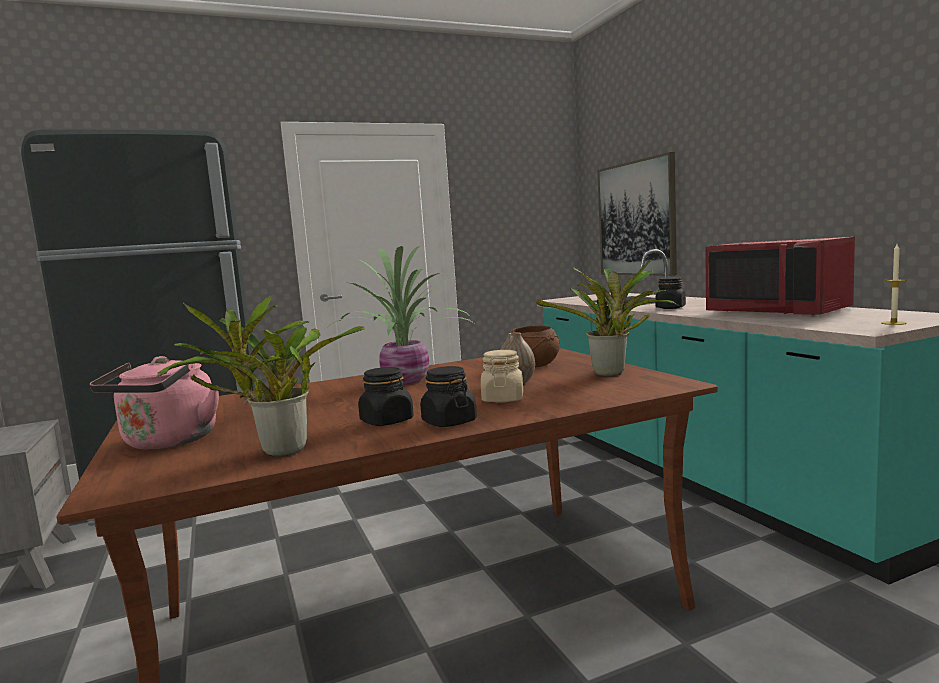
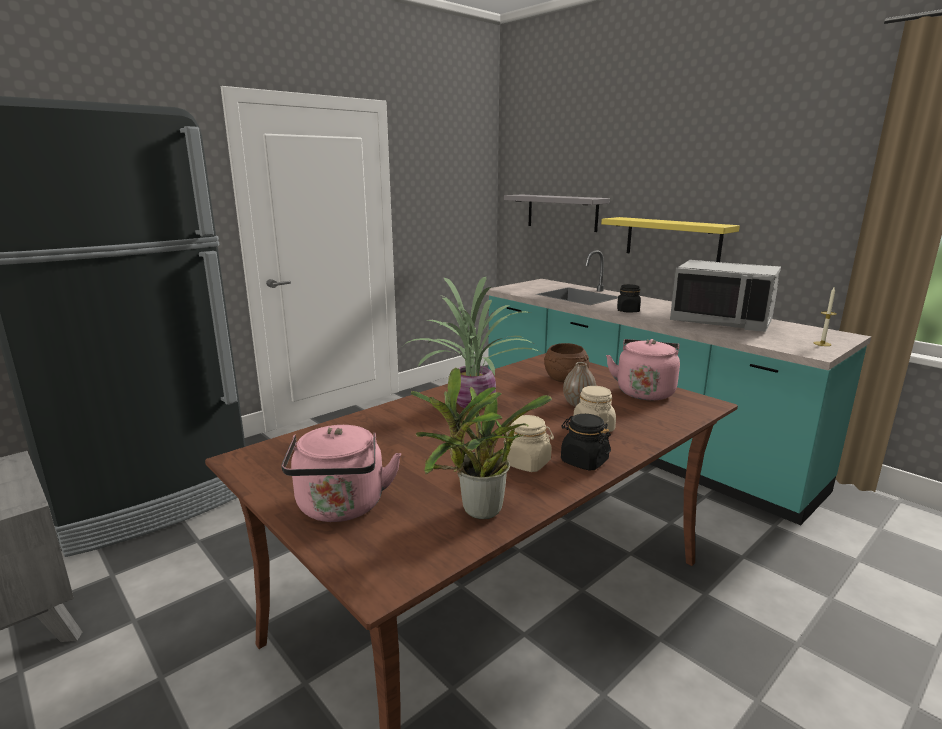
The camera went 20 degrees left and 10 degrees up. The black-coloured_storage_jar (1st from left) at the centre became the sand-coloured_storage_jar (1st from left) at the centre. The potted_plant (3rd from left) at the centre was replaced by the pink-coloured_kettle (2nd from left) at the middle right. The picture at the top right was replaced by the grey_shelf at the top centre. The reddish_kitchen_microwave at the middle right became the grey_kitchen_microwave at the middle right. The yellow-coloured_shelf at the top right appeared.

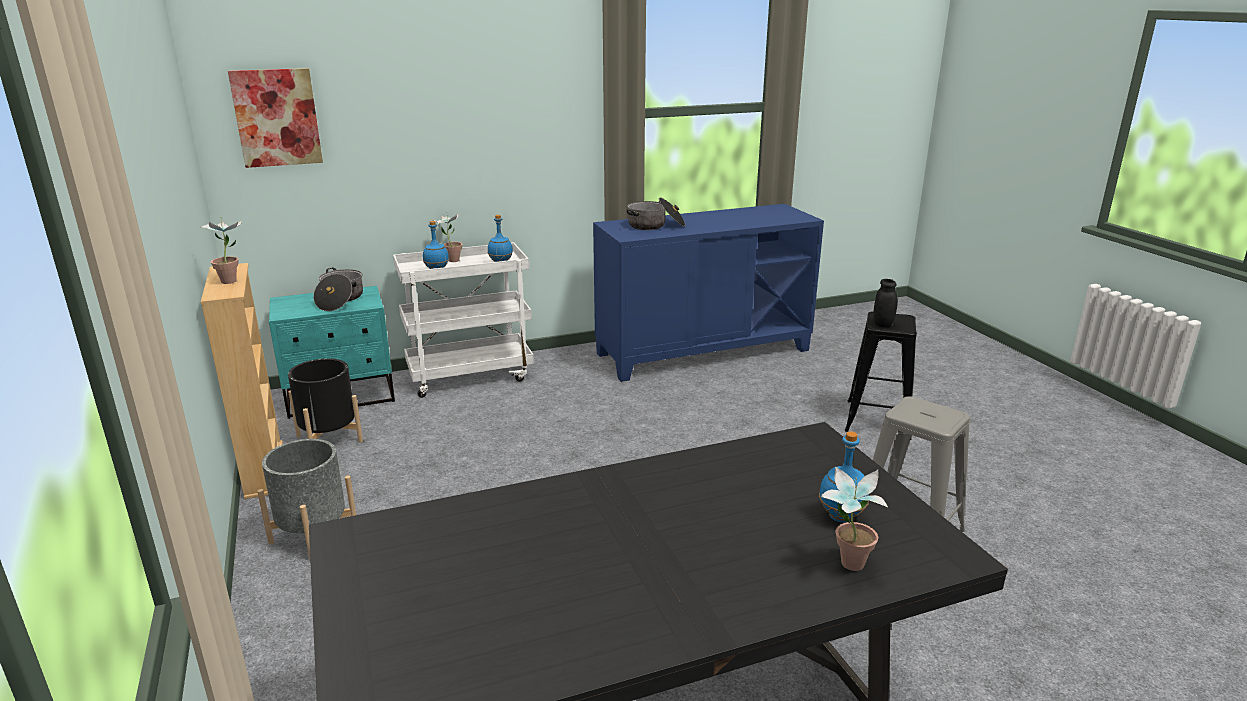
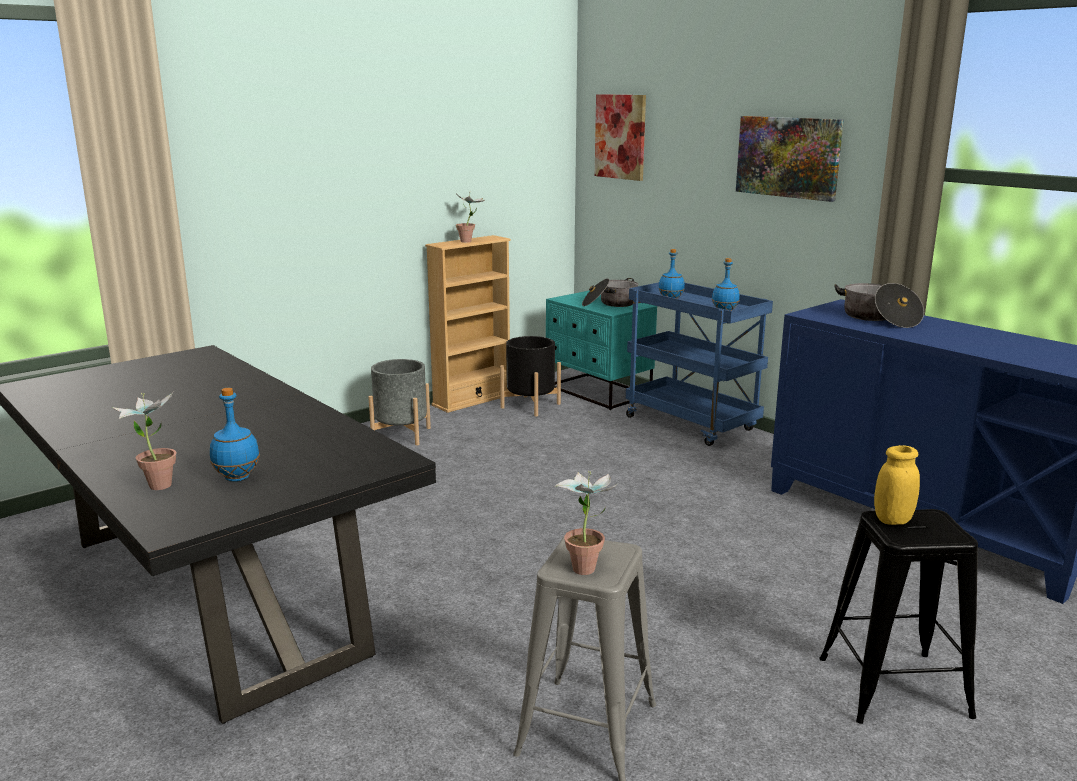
The camera went 70 degrees right and 5 degrees down. The white-coloured_cart at the centre became the blue_cart at the centre. The potted_plant (2nd from left in the first image) moved from the centre to the bottom centre. The black-coloured_storage_jar at the middle right became the yellow-coloured_storage_jar at the middle right. The picture (2nd from left) at the top right appeared.

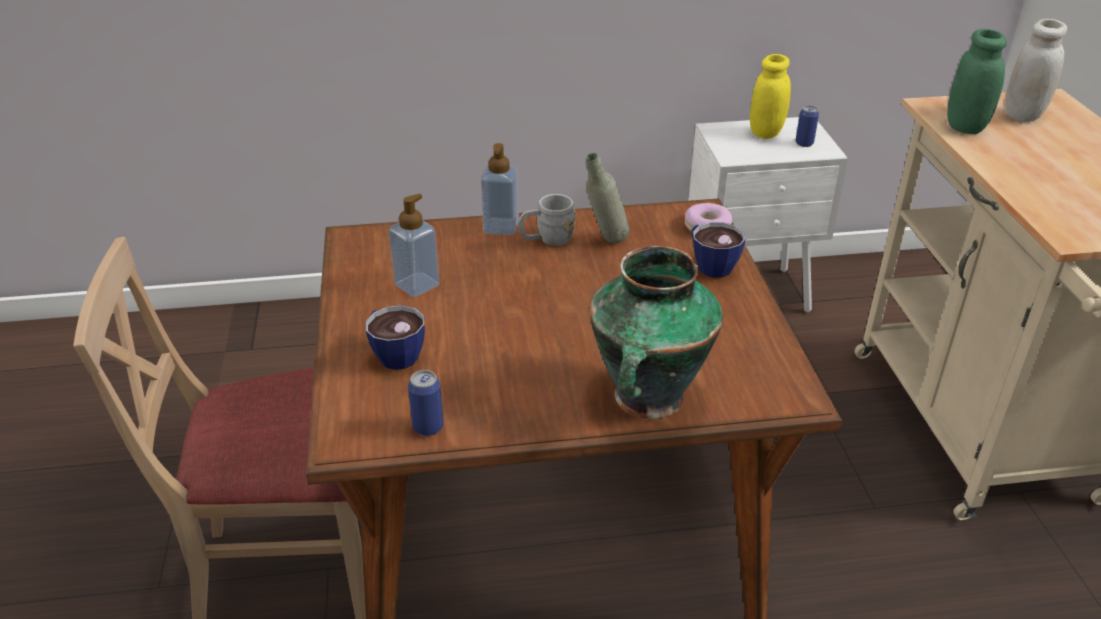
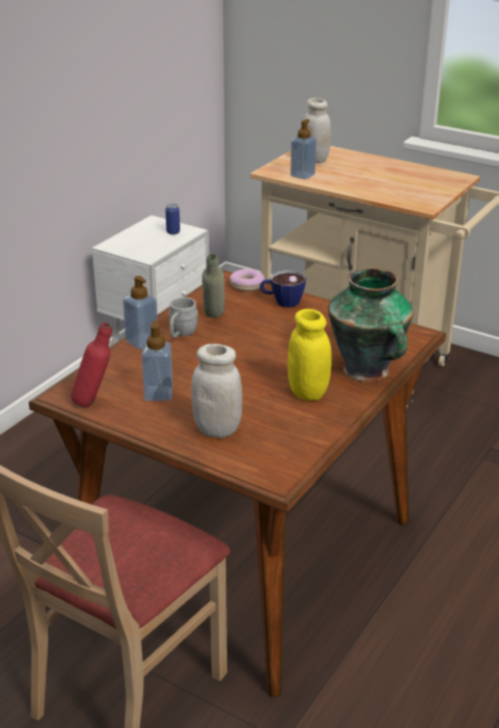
The camera went 50 degrees left and 5 degrees down. The drinking_cup (1st from left) at the centre was replaced by the white-coloured_storage_jar (1st from left) at the centre. The can (1st from left) at the centre disappeared. The yellow-coloured_storage_jar moved from the top right to the centre. The green-coloured_storage_jar at the top right was replaced by the liquid_soap_bottle (3rd from left) at the top centre. The reddish_beverage_bottle at the middle left appeared.

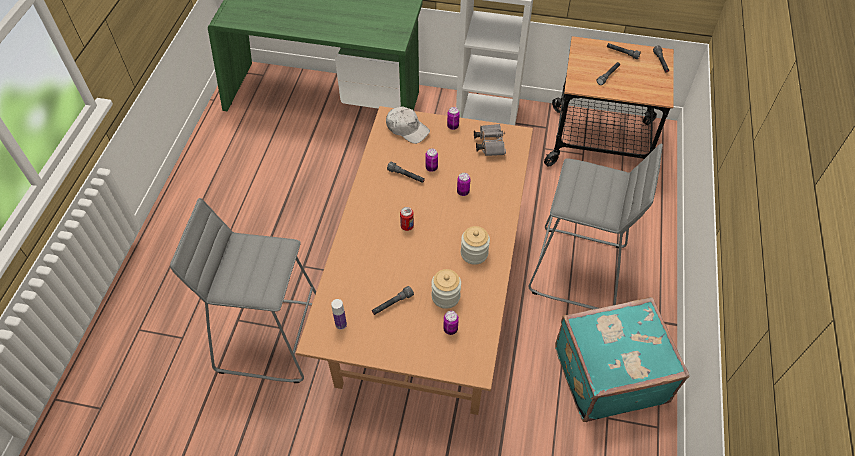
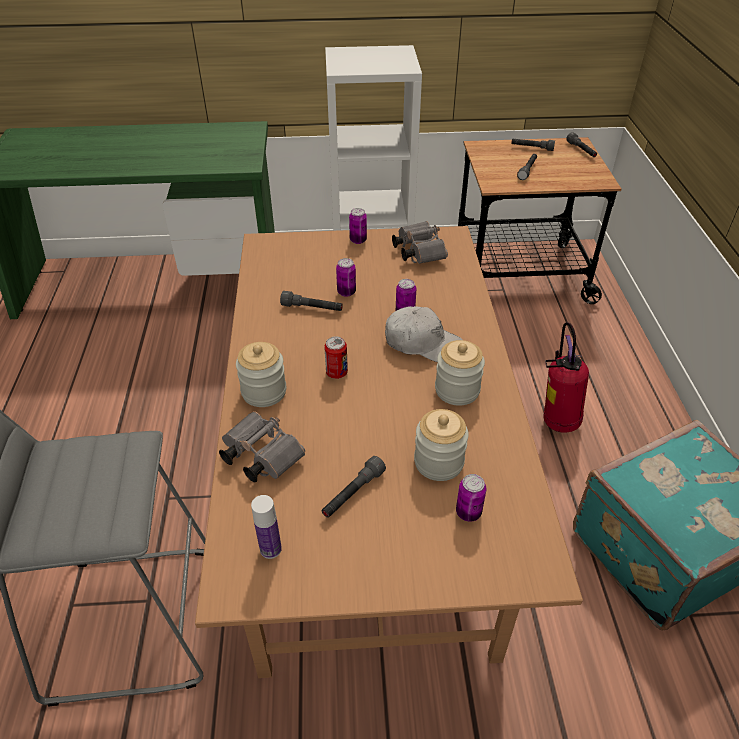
The camera went 15 degrees left and 10 degrees down. The white-coloured_peaked_cap moved from the top centre to the centre. The grey_sitting_stool (2nd from left) at the middle right was replaced by the fire_extinguisher at the middle right. The grey_binoculars (1st from left) at the centre appeared. The storage_jar (1st from left) at the centre appeared.

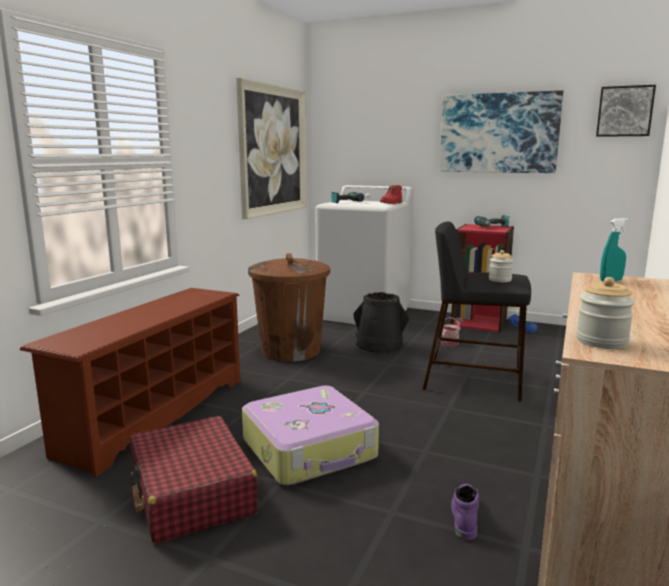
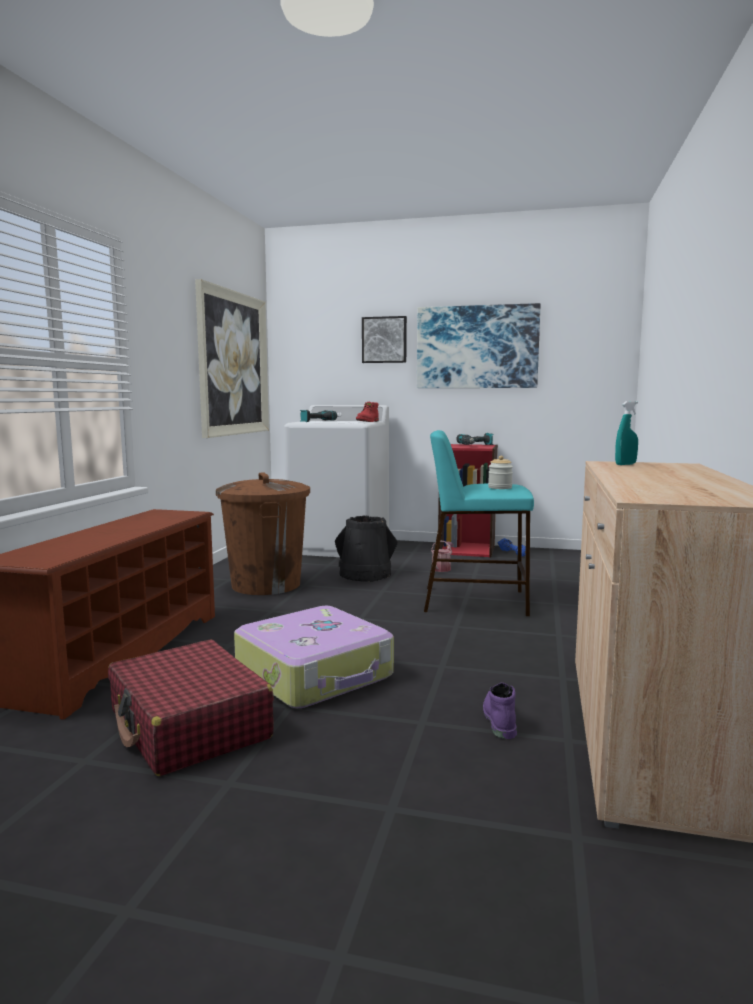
The camera went 10 degrees left and 5 degrees down. The black-coloured_sitting_stool at the middle right became the blue-green_sitting_stool at the centre. The storage_jar (2nd from left) at the middle right disappeared. The picture (3rd from left in the first image) moved from the top right to the centre.

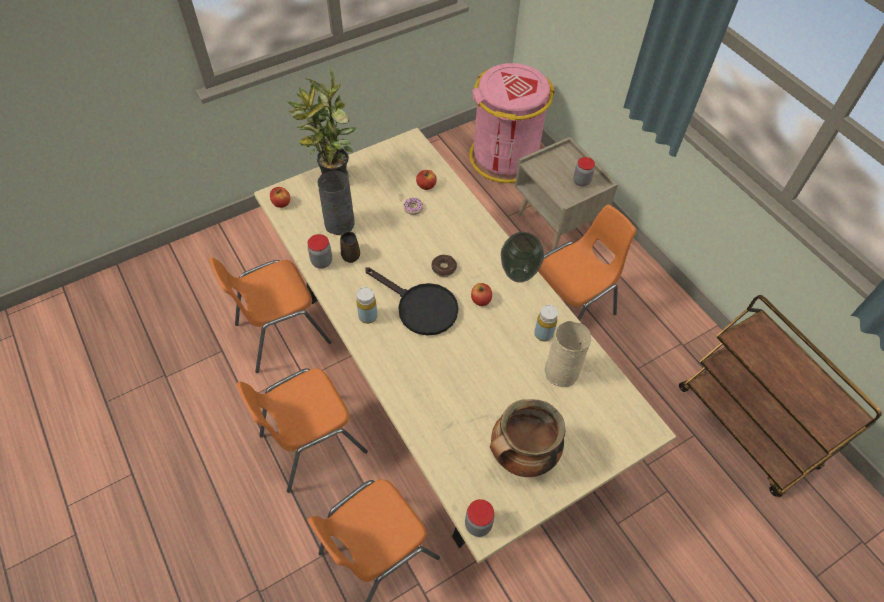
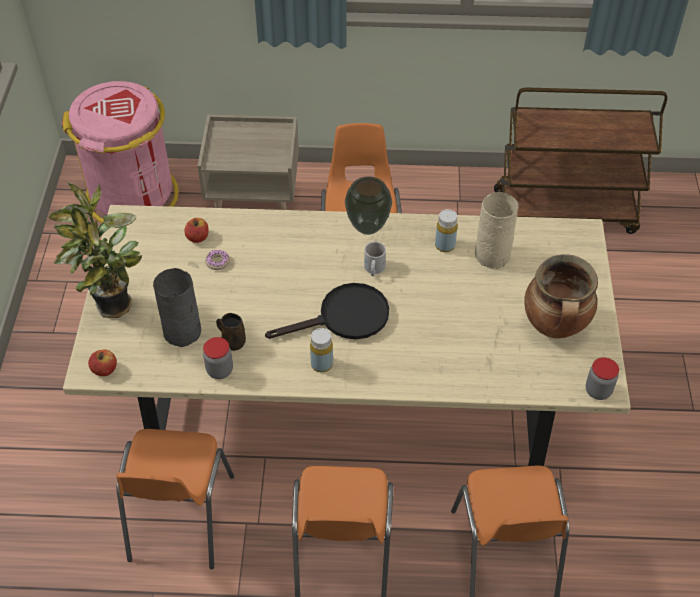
The camera went 55 degrees left and 5 degrees down. The ring_doughnut (2nd from left) at the centre disappeared. The whole_apple (3rd from left) at the centre was replaced by the white-coloured_mug at the centre. The storage_jar (3rd from left) at the top centre disappeared.

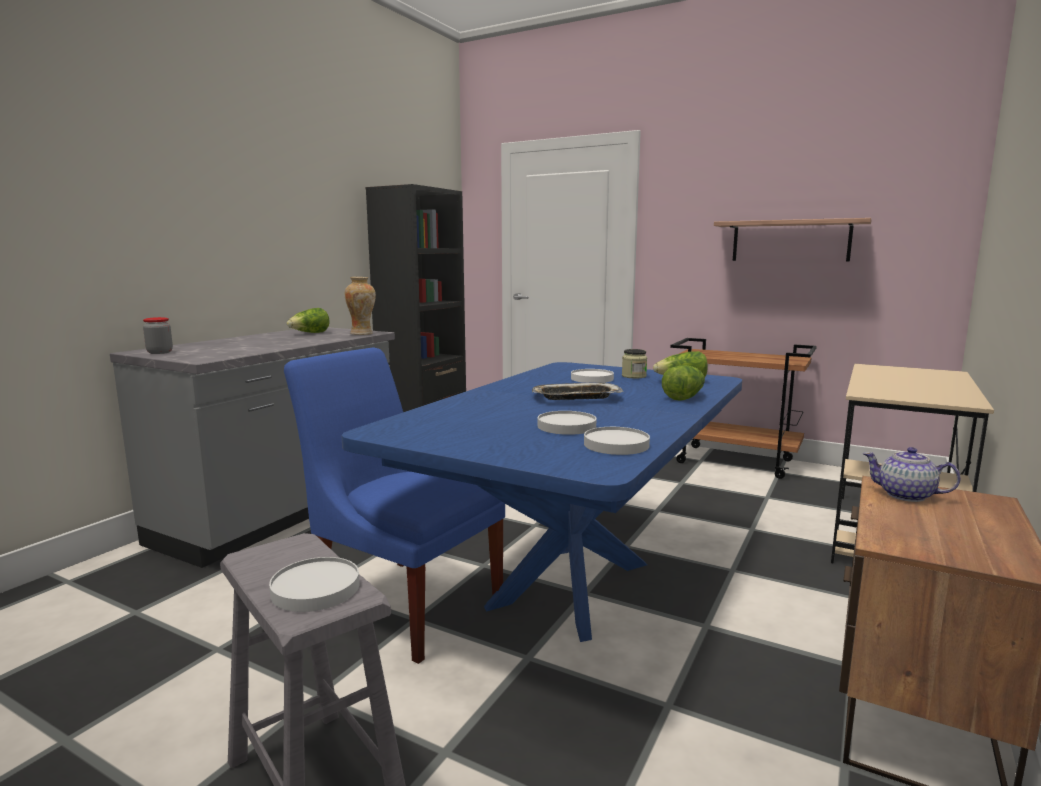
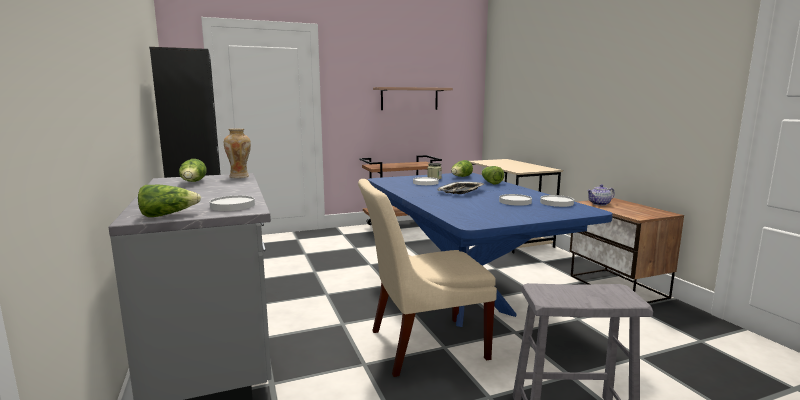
The camera went 50 degrees left and 0 degrees up. The storage_jar (1st from left) at the middle left was replaced by the head_of_lettuce (1st from left) at the middle left. The white-coloured_dinner_plate (1st from left) moved from the bottom left to the middle left. The blue_chair at the centre became the sand-coloured_chair at the bottom centre.

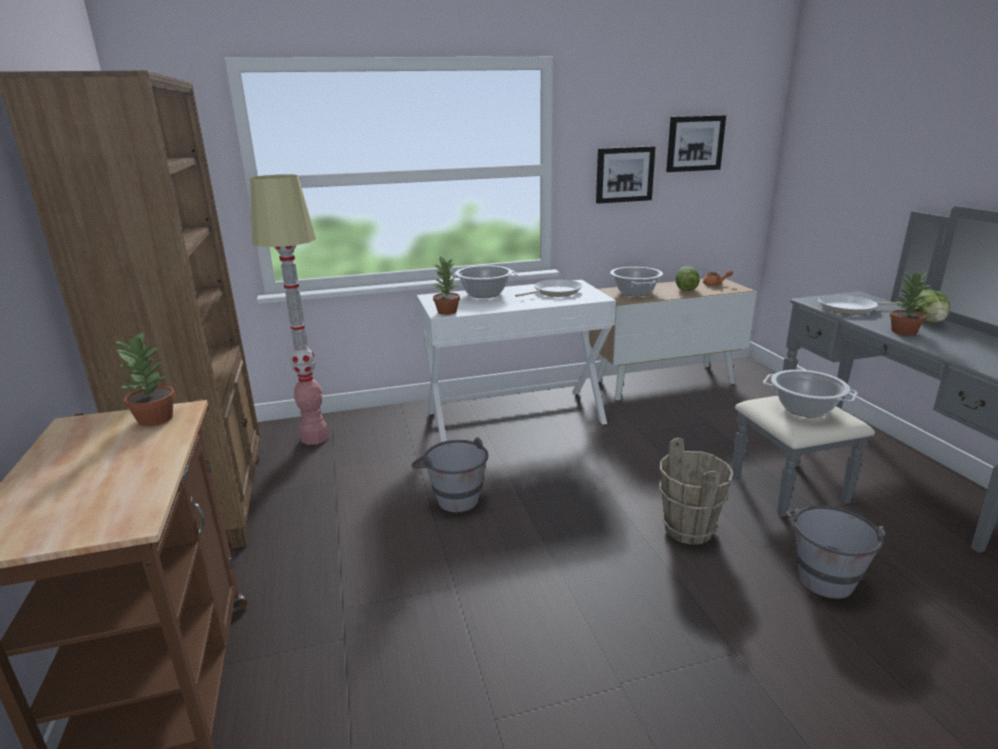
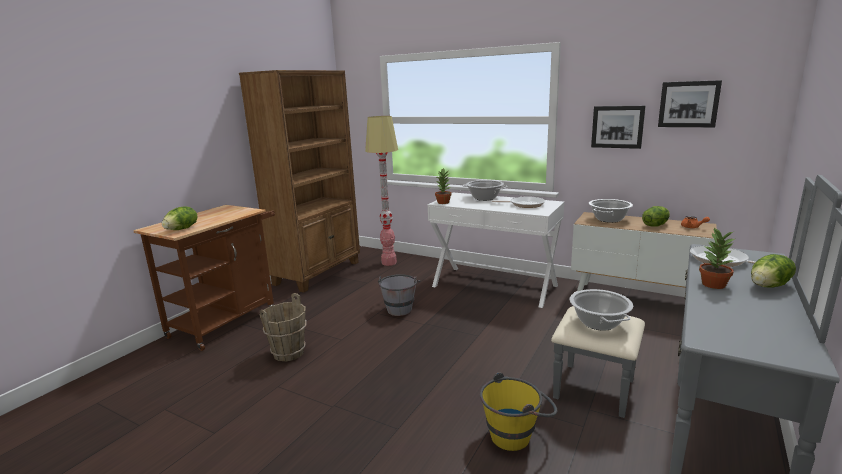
The camera went 45 degrees right and 5 degrees down. The potted_plant (1st from left) at the middle left disappeared. The brown-coloured_bucket moved from the middle right to the bottom centre. The grey_bucket (2nd from left) at the bottom right became the yellow-coloured_bucket at the bottom centre. The head_of_lettuce (1st from left) at the middle left appeared.

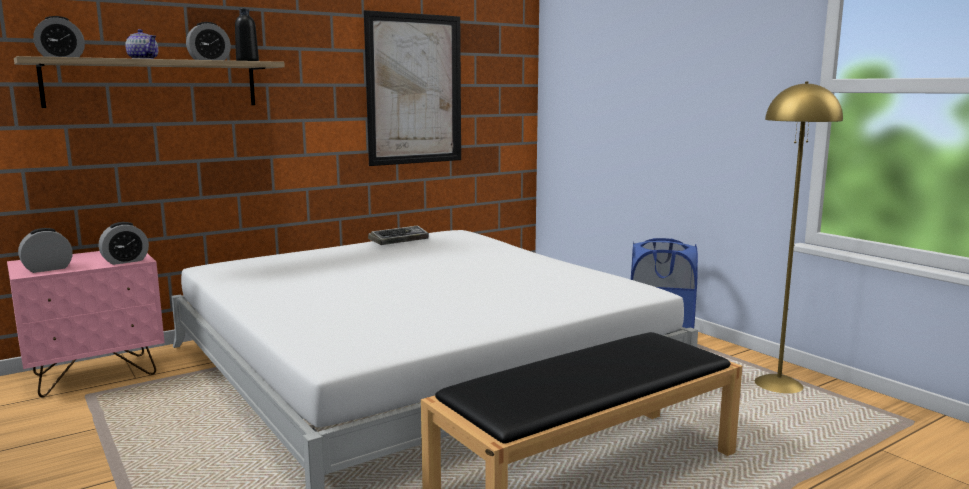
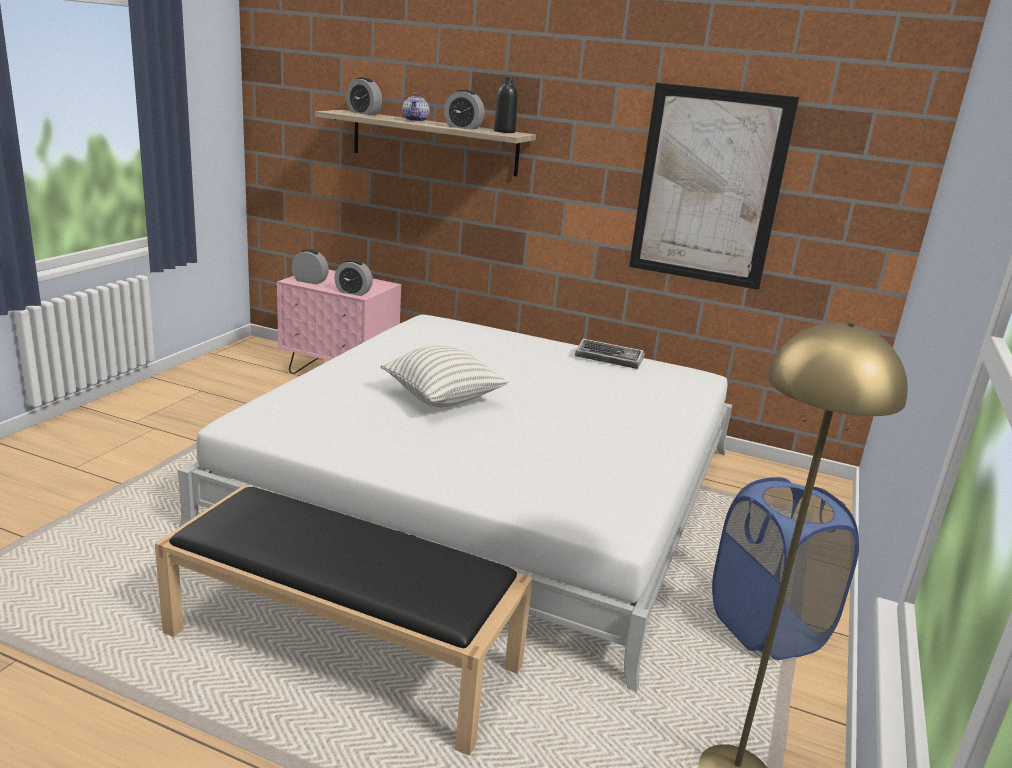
The camera went 55 degrees right and 10 degrees up. The pillow at the centre appeared.

